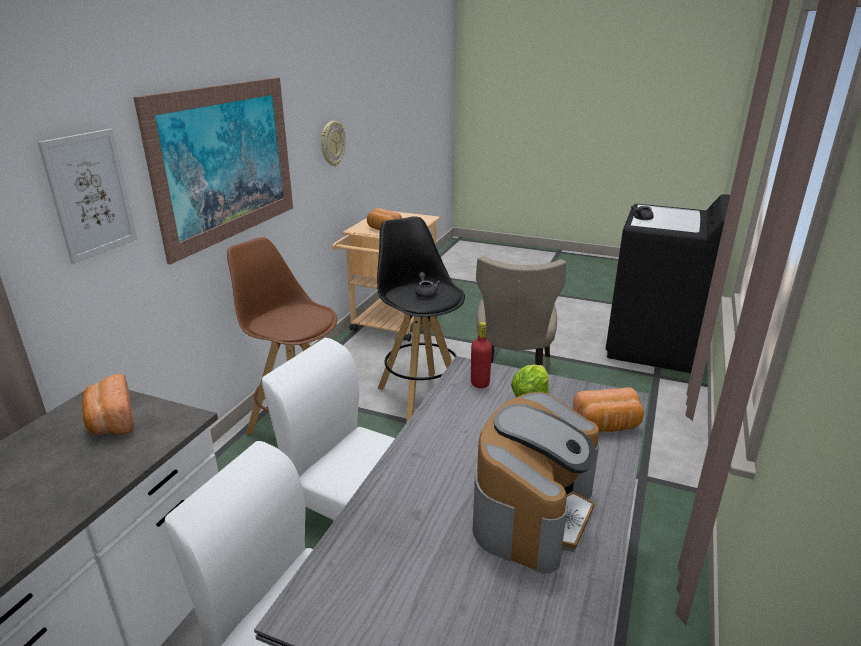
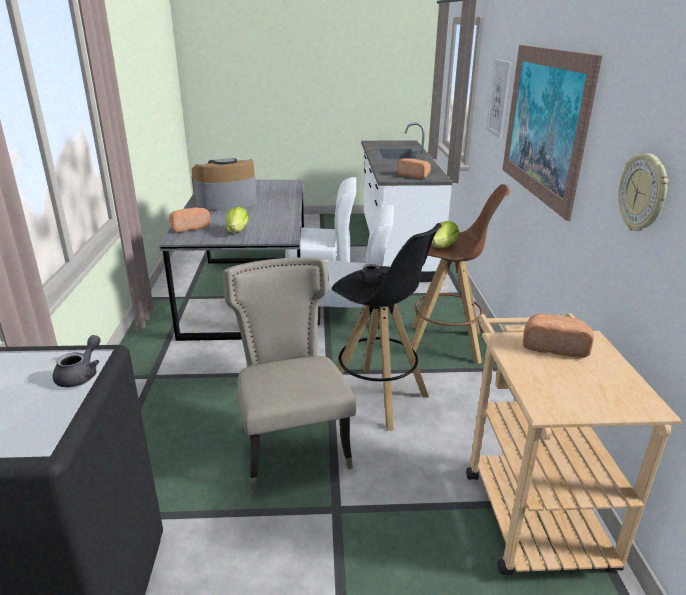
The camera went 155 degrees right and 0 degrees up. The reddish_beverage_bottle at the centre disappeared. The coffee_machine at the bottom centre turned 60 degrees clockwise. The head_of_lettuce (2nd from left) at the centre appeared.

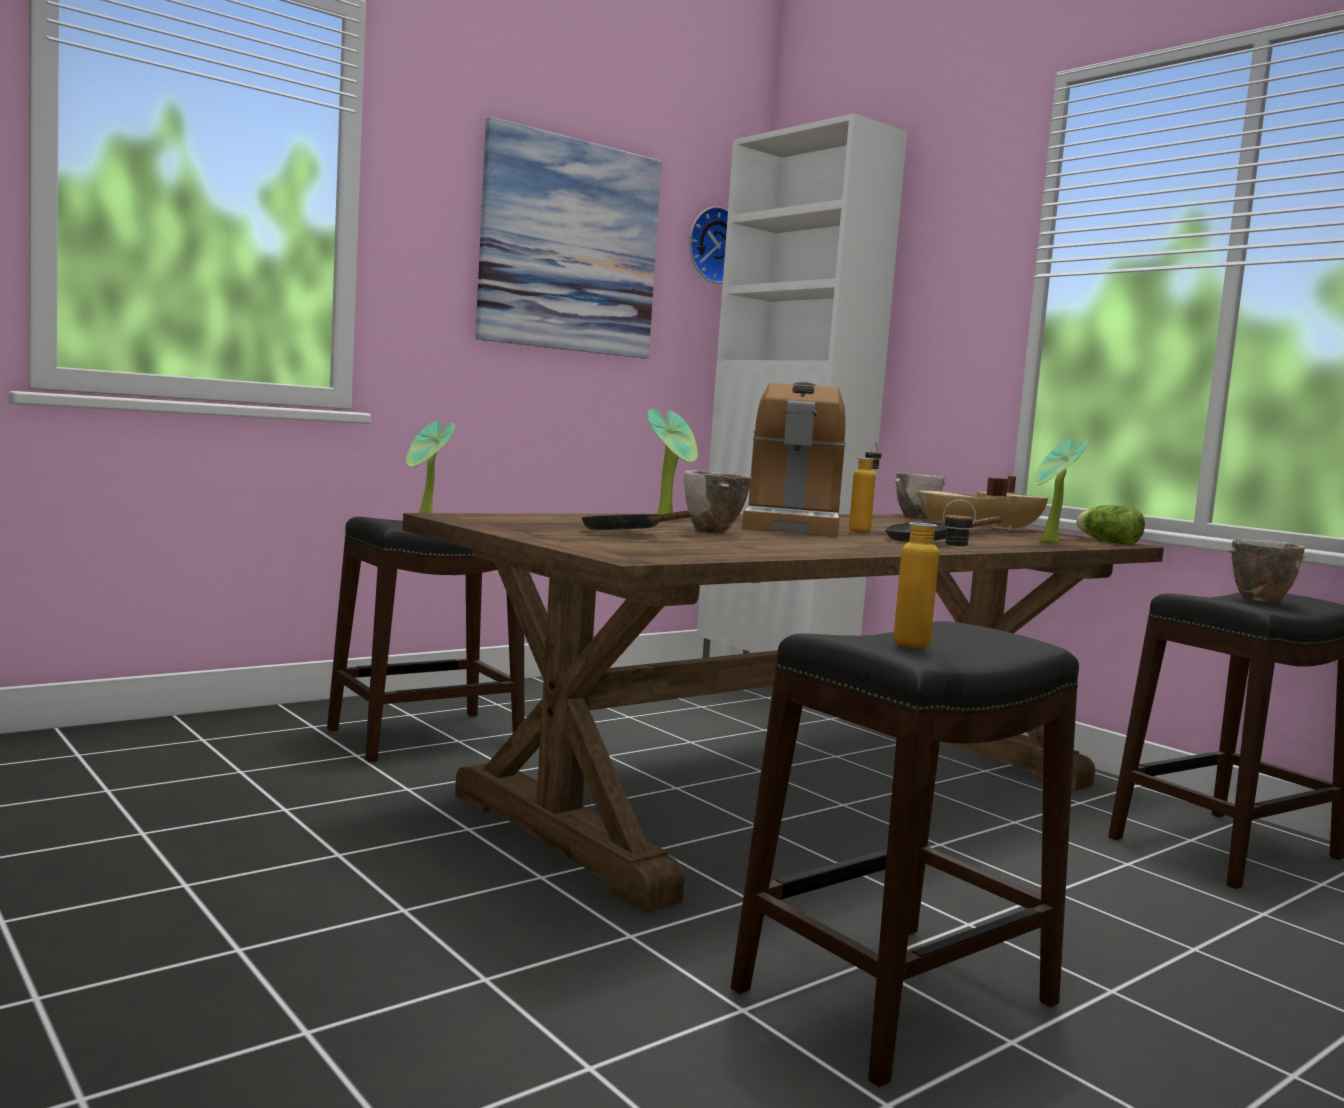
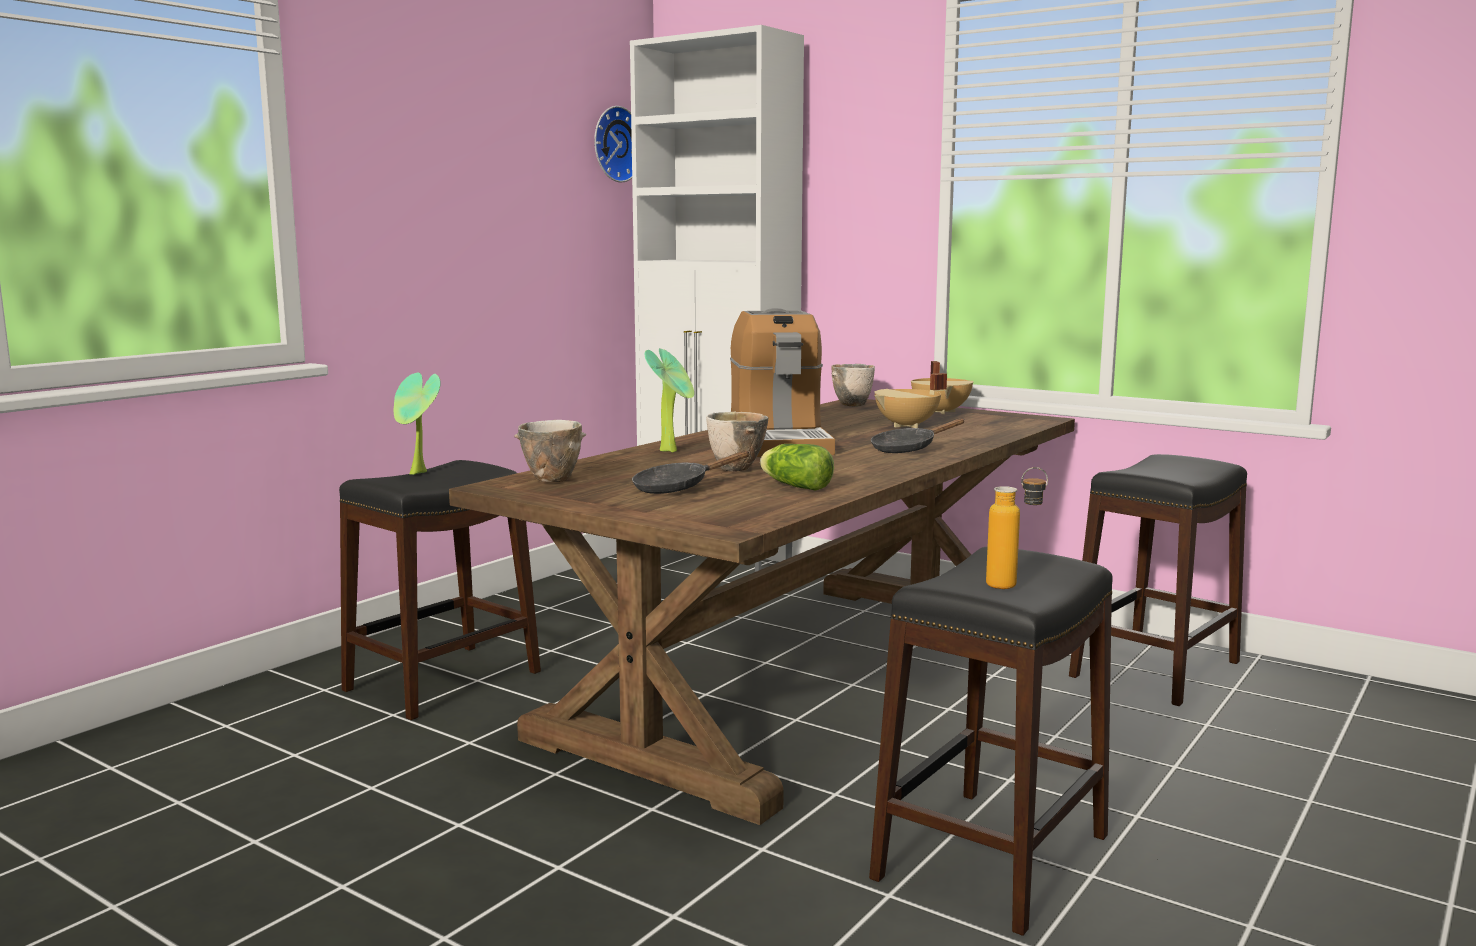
The camera went 15 degrees left and 5 degrees up. The picture at the top centre disappeared. The black-coloured_frying_pan (1st from left) at the centre turned 60 degrees counterclockwise. The beverage_bottle (1st from left) at the centre disappeared. The potted_plant (3rd from left) at the middle right disappeared. The head_of_lettuce moved from the middle right to the centre. The bowl (3rd from left in the first image) moved from the middle right to the centre.

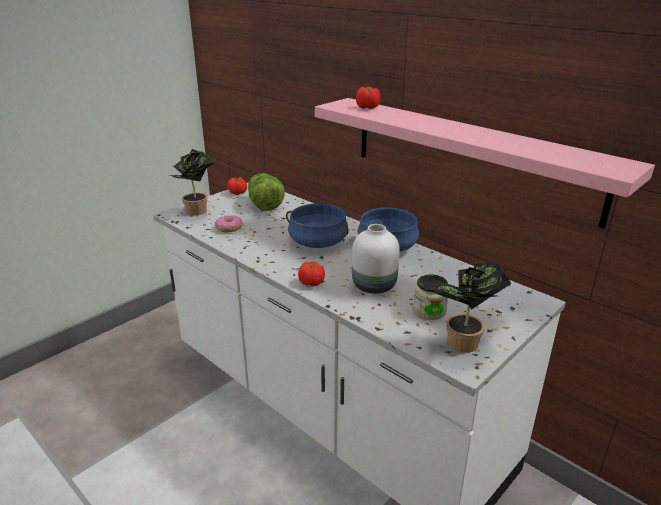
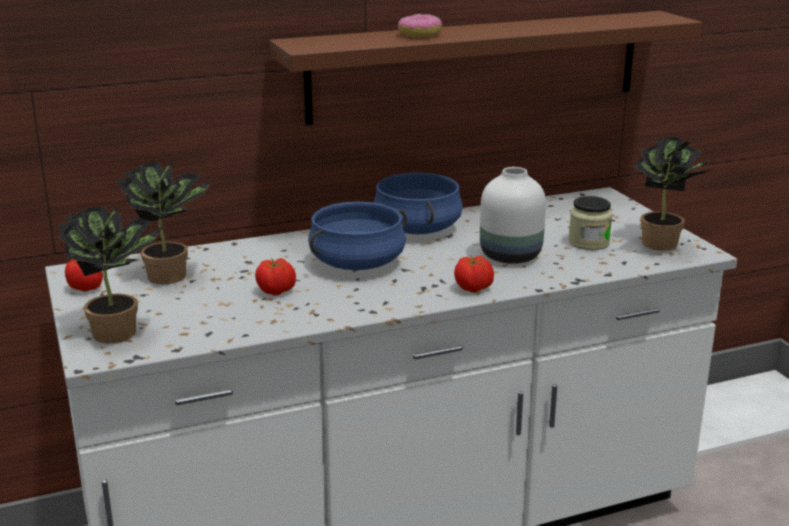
The camera went 65 degrees left and 5 degrees down. The ring_doughnut moved from the centre to the top centre. The head_of_lettuce at the centre was replaced by the potted_plant (2nd from left) at the middle left. The pink-coloured_shelf at the top right became the brown-coloured_shelf at the top centre. The whole_tomato (3rd from left in the first image) moved from the top centre to the centre.

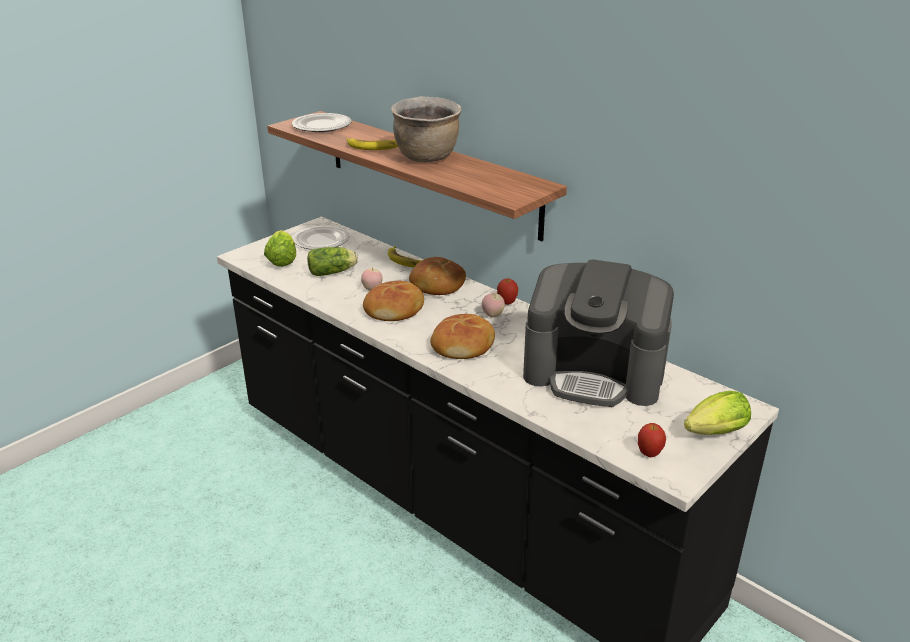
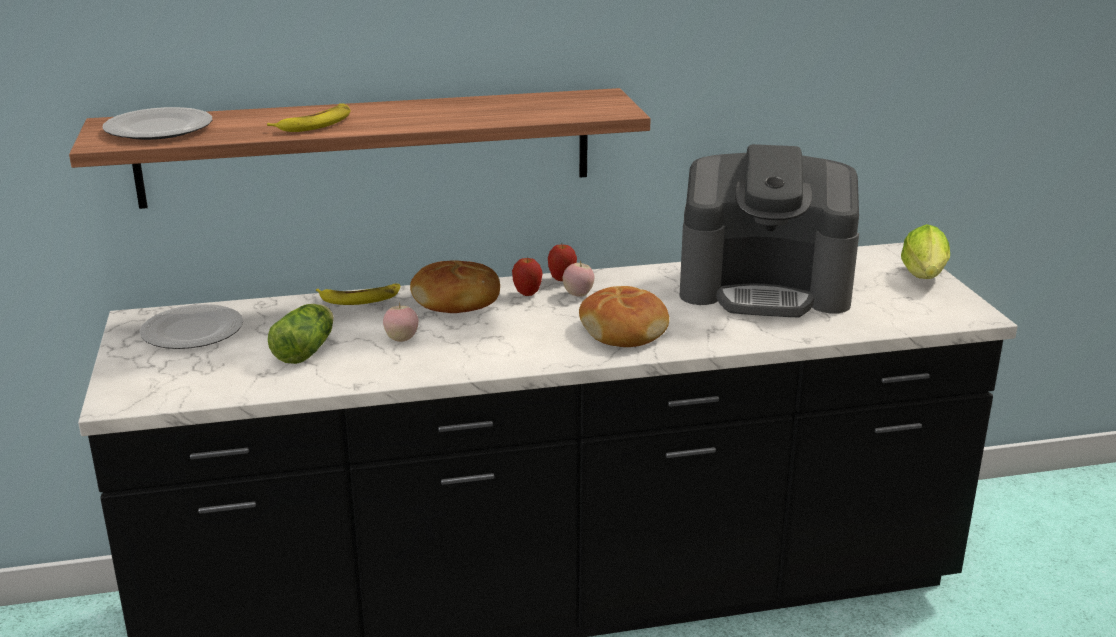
The camera went 55 degrees left and 5 degrees down. The head_of_lettuce (1st from left) at the middle left disappeared. The bakery_bread (1st from left) at the centre disappeared. The brown-coloured_saucepot at the top centre disappeared. The coffee_machine at the centre turned 45 degrees clockwise. The whole_apple (4th from left in the first image) moved from the bottom right to the centre.

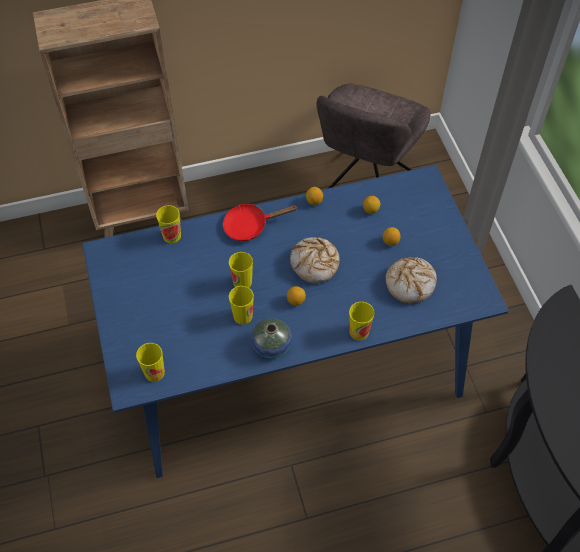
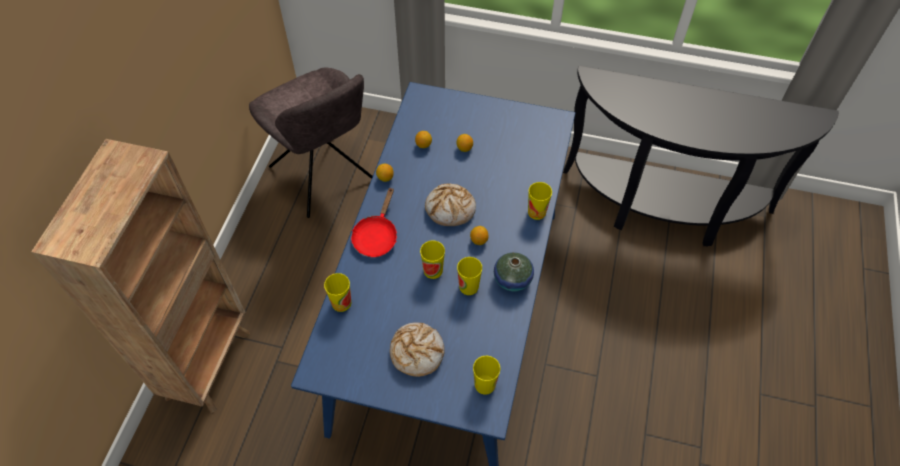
The camera went 60 degrees left and 0 degrees up. The bakery_bread (2nd from left in the first image) moved from the middle right to the bottom centre.

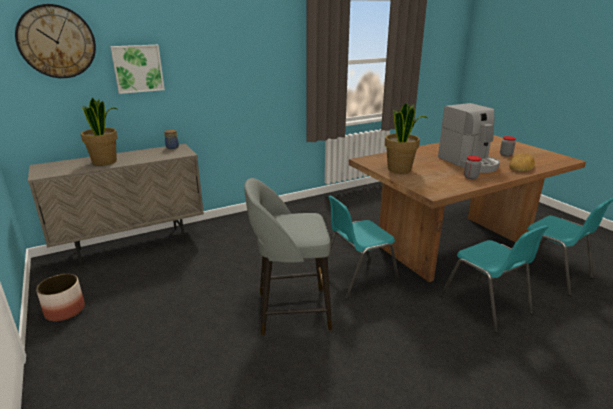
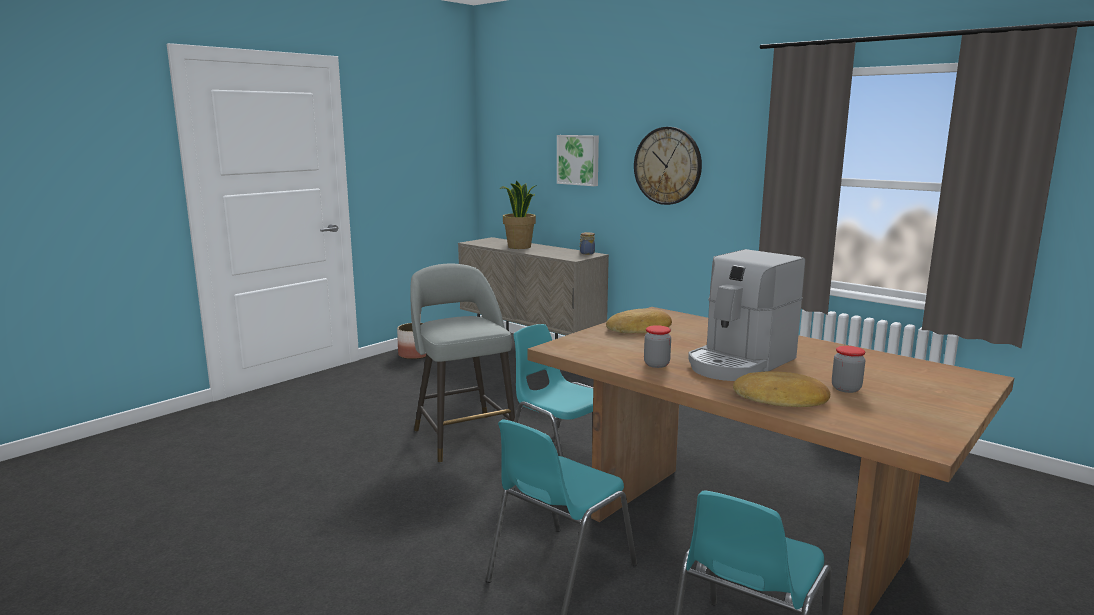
The camera went 70 degrees right and 10 degrees down. The wall_clock moved from the top left to the top centre. The potted_plant (2nd from left) at the centre was replaced by the bakery_bread (1st from left) at the centre.

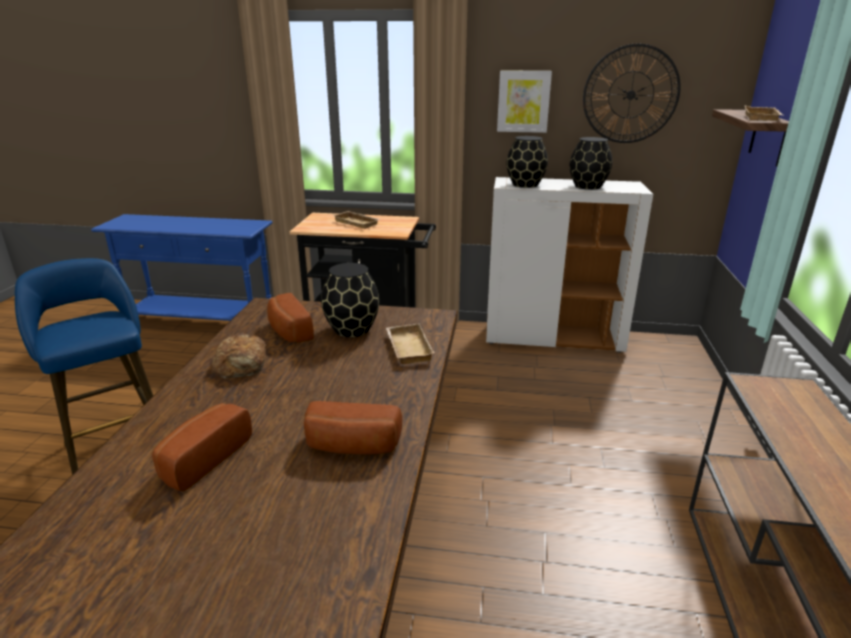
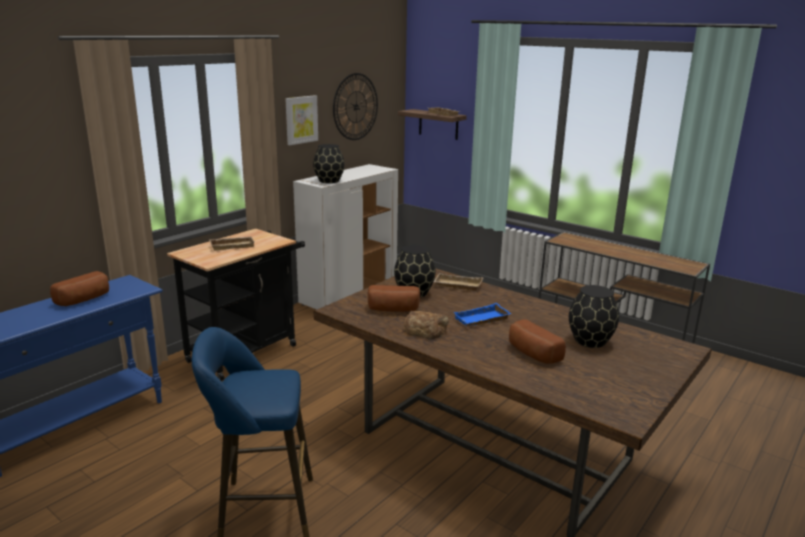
The camera went 60 degrees left and 5 degrees down. The bakery_bread (4th from left in the first image) moved from the bottom centre to the middle left. The black-coloured_flower_vase (3rd from left) moved from the top right to the middle right. The blue_carrying_tray at the centre appeared.

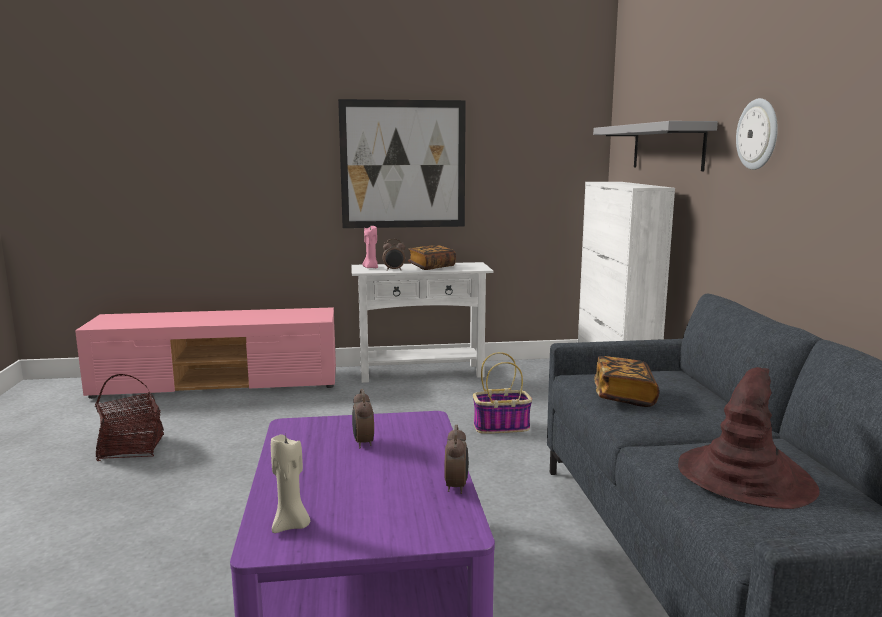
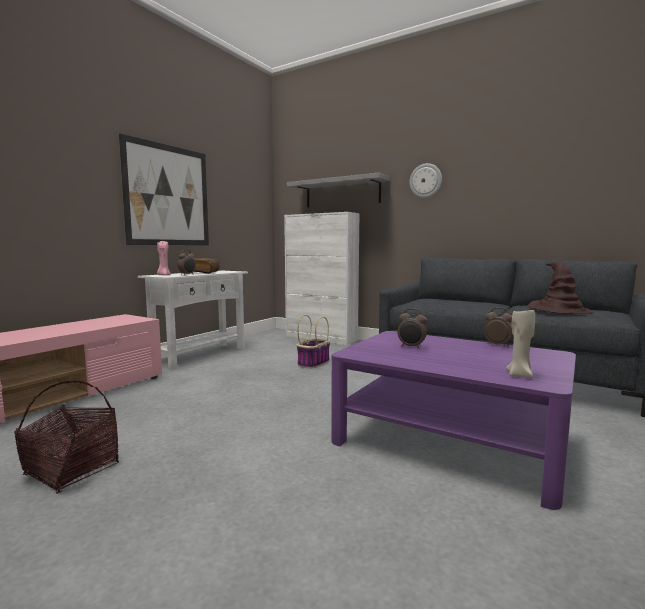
The camera went 50 degrees left and 5 degrees down. The bound_book (2nd from left) at the middle right disappeared.

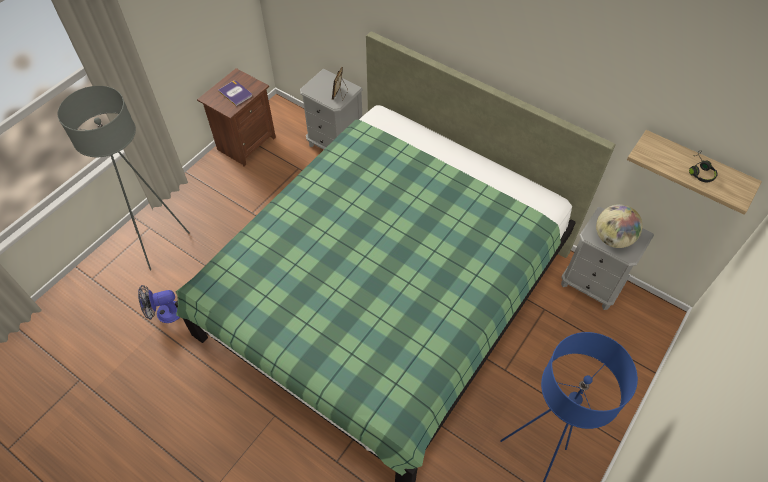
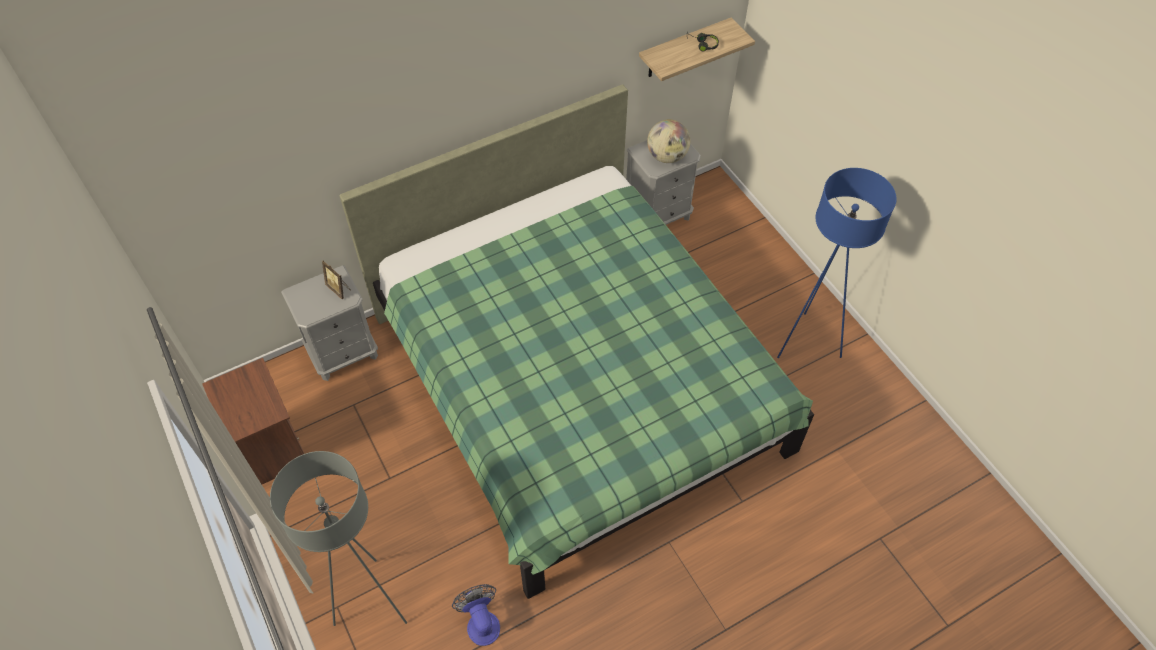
The camera went 65 degrees left and 0 degrees up. The electric_fan at the middle left turned 150 degrees clockwise. The bound_book at the top left disappeared.

